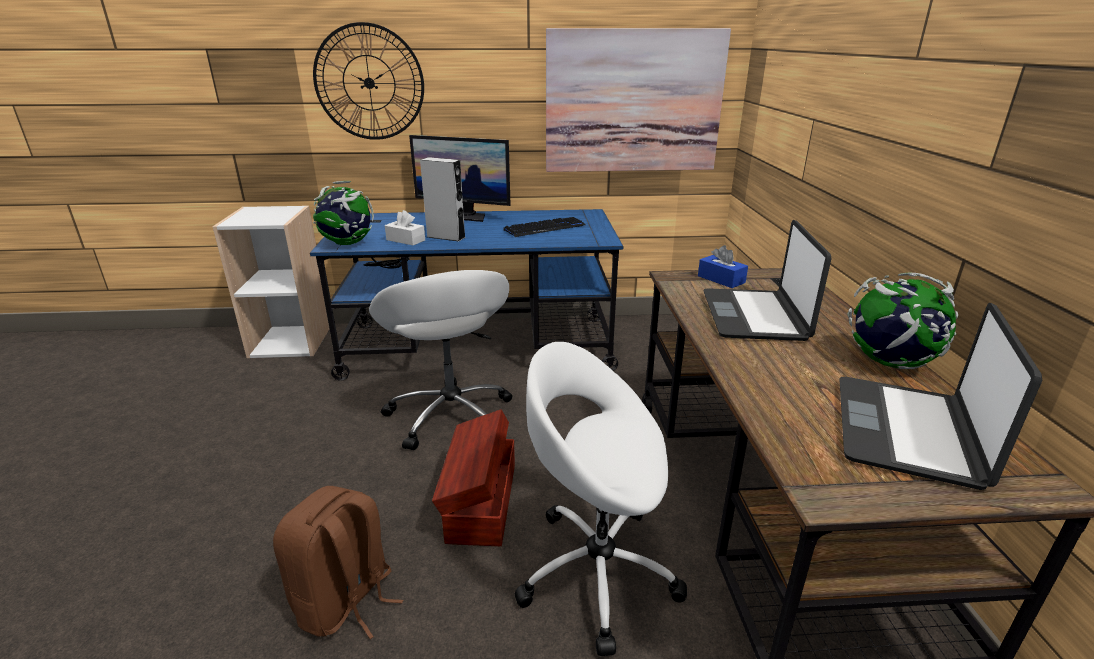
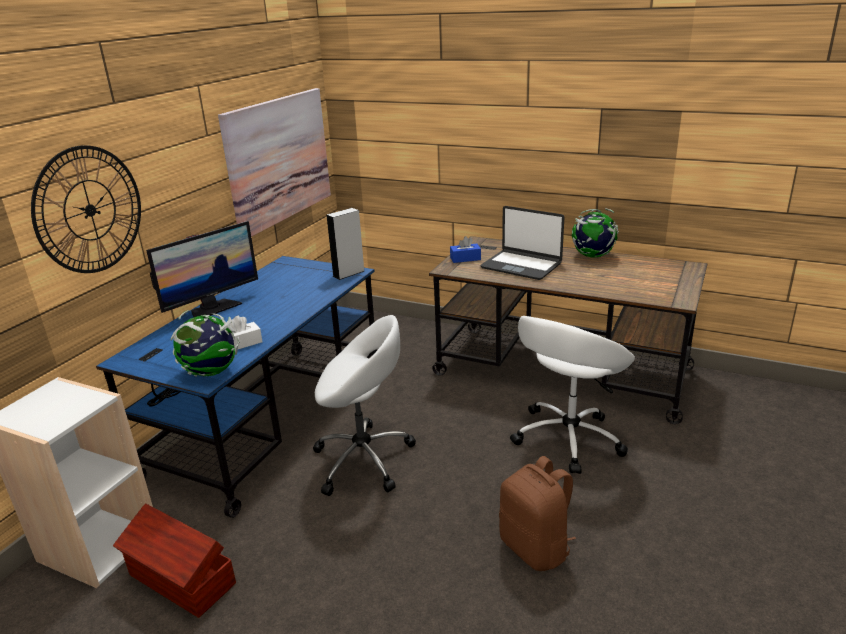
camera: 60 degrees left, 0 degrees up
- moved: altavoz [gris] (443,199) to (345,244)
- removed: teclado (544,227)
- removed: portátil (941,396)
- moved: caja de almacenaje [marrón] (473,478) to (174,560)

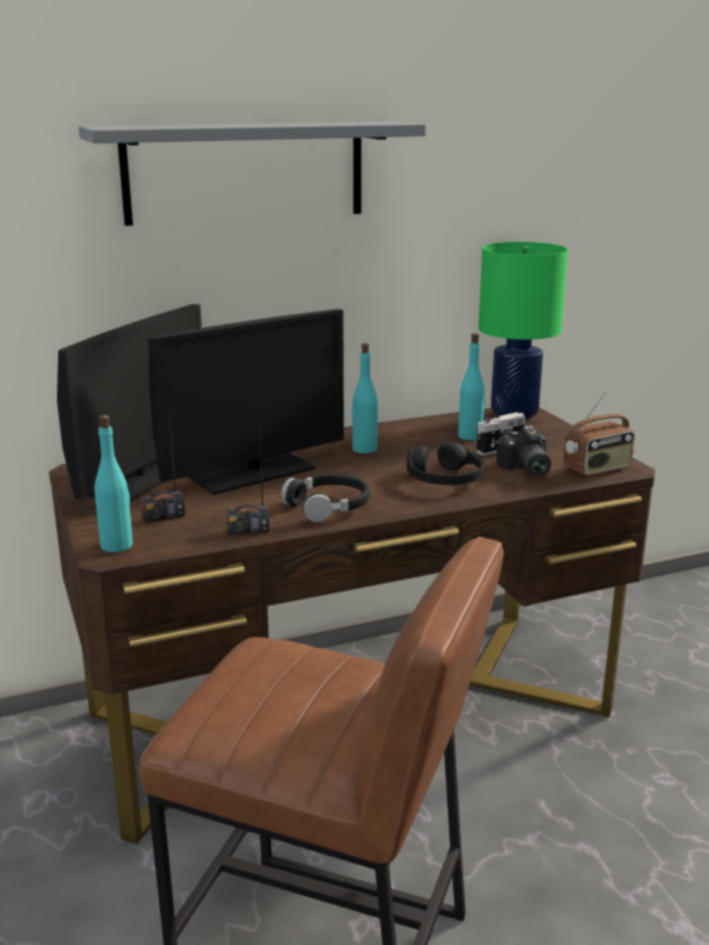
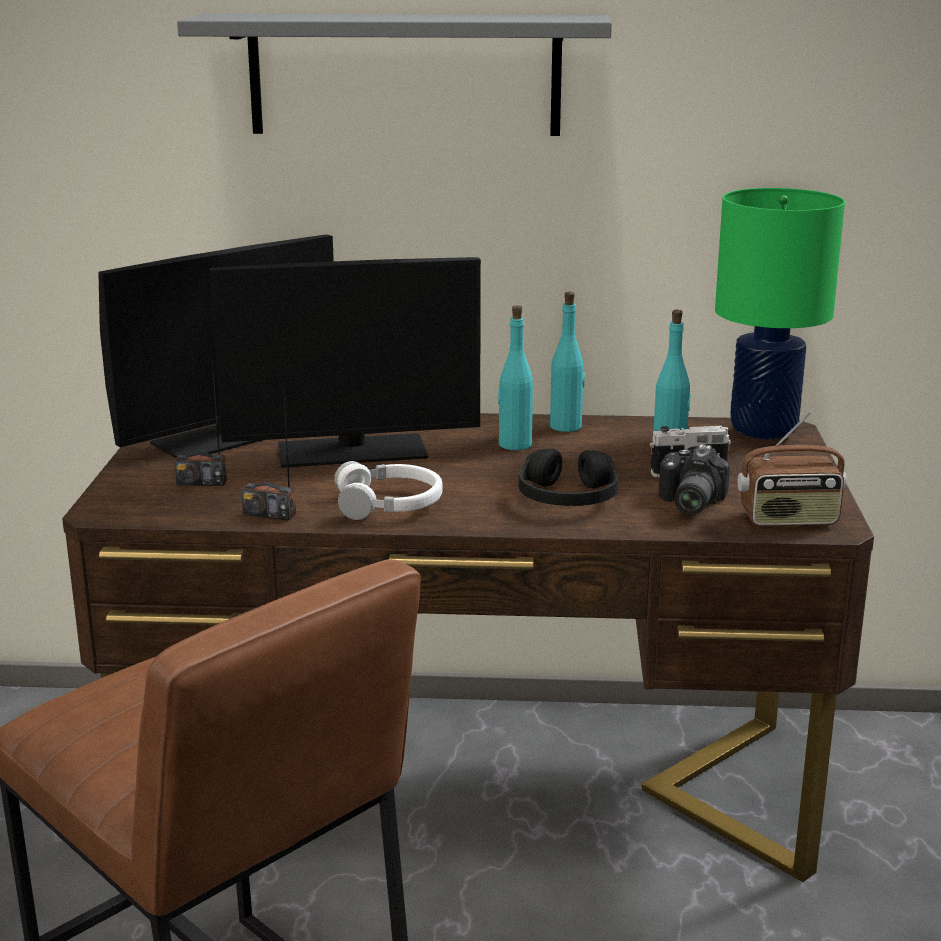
camera: 25 degrees right, 0 degrees up
- moved: botella [turquesa] (113,483) to (567,362)
- recoloured: auriculares [negro] (325,498) to auriculares [blanco] (388,490)

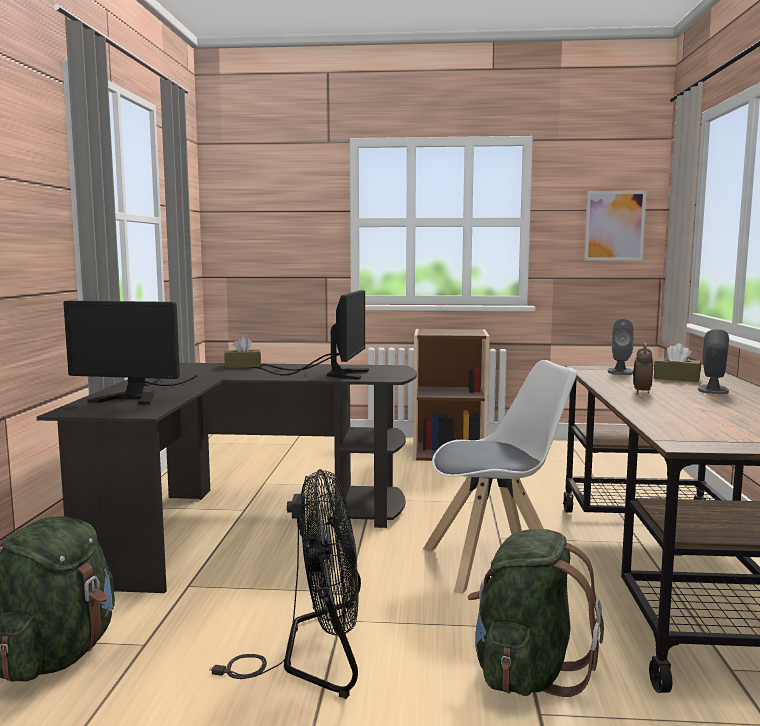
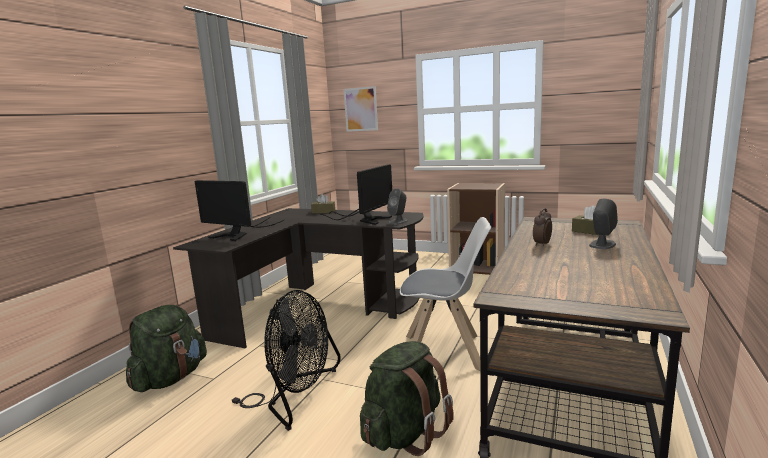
camera: 20 degrees right, 5 degrees up
- moved: cuadro (615,226) to (360,109)
- moved: altavoz [gris] (621,347) to (397,206)

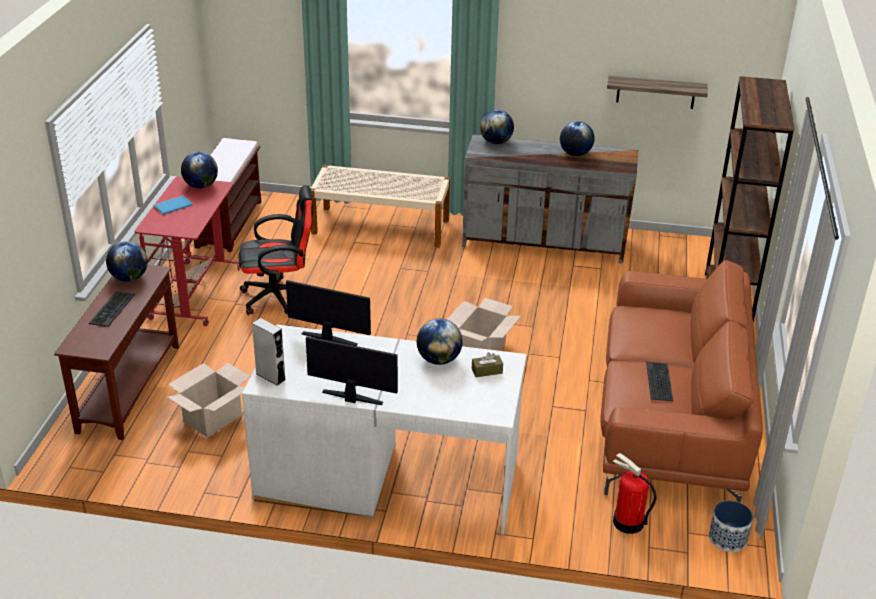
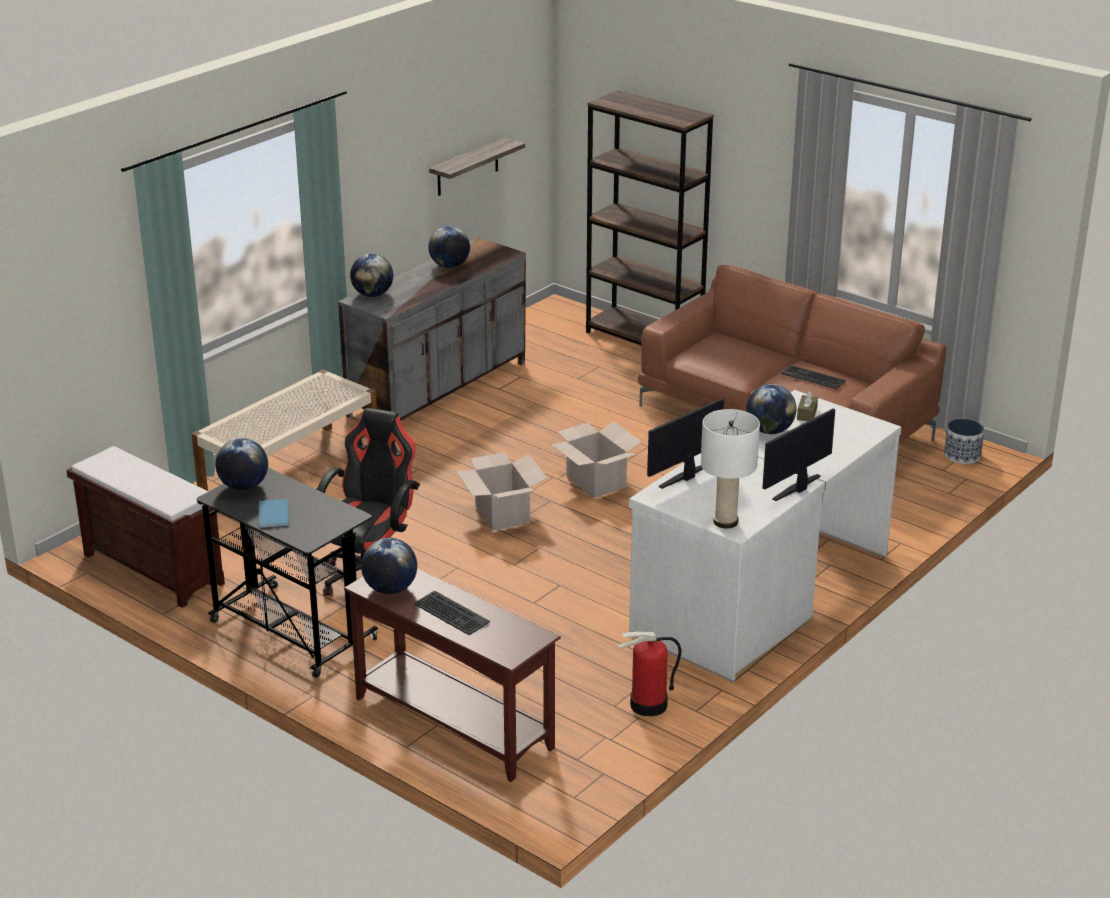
camera: 60 degrees left, 5 degrees down
- recoloured: escritorio [rojo] (187,251) to escritorio [negro] (287,573)
- replaced: altavoz [gris] (268,352) to lámpara de mesa [blanco] (730,469)
- moved: caja de cartón (208,400) to (501,491)
- moved: extintor (634,493) to (649,674)

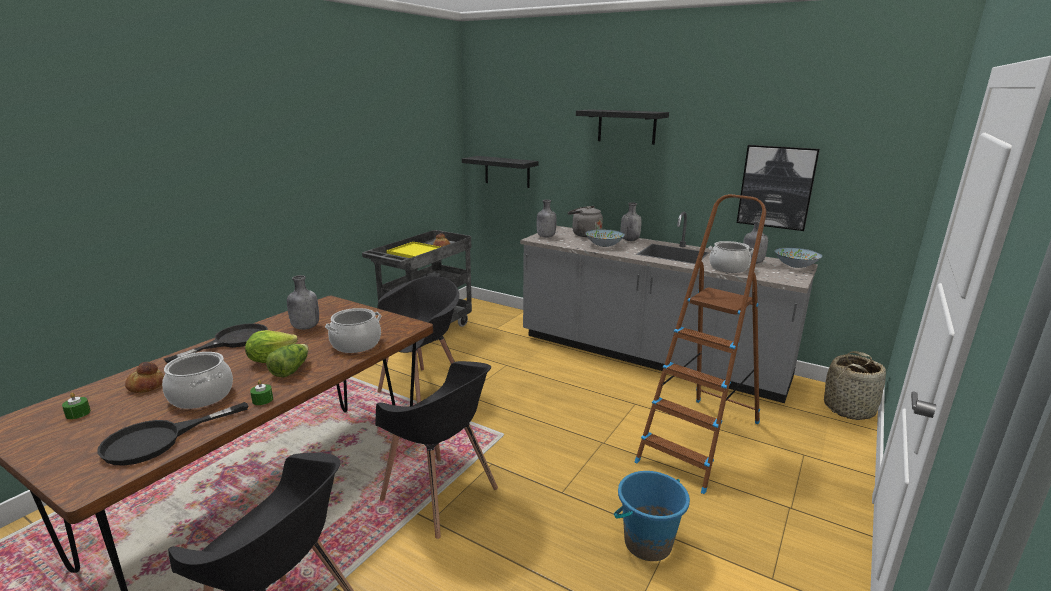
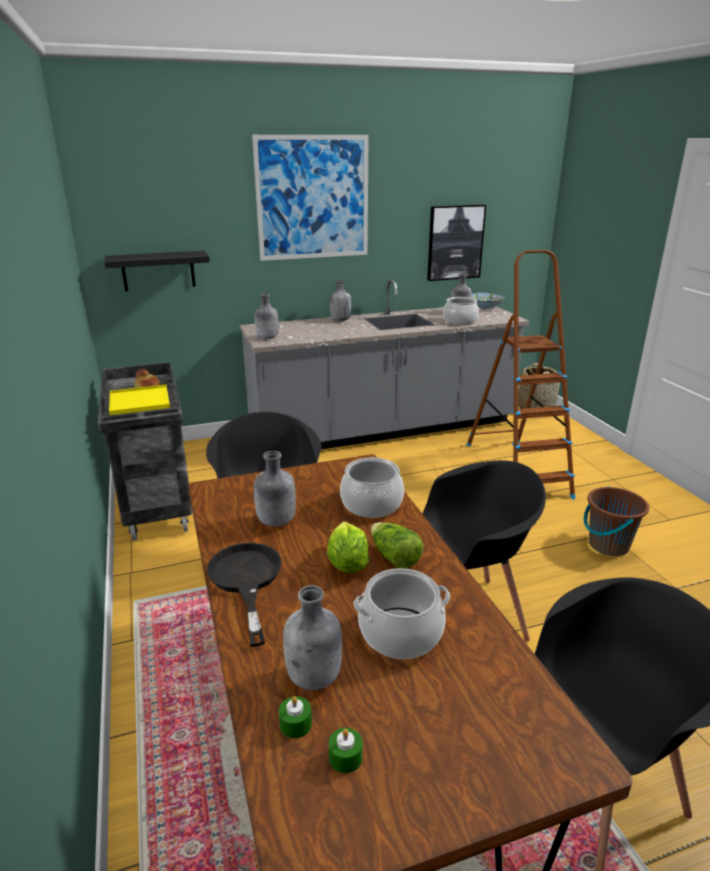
camera: 50 degrees left, 5 degrees up
- replaced: estante [negro] (622,127) to cuadro (310,198)
- removed: hervidor [gris] (585,221)
- removed: cuenco (605,238)
- replaced: pan (144,377) to botella [gris] (312,637)
- moved: vela [verde] (261,392) to (295,717)
- removed: sartén [negro] (172,433)
- recoloured: cubo [azul] (652,516) to cubo [marrón] (616,521)

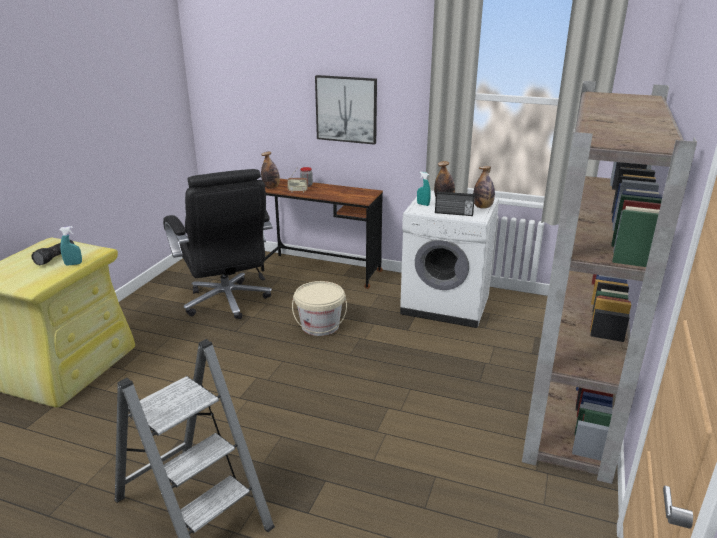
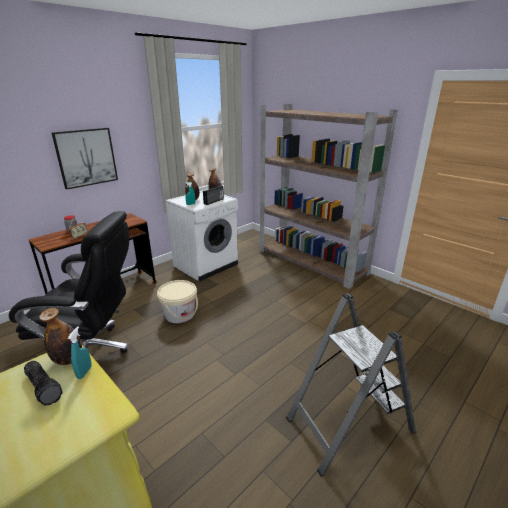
camera: 65 degrees left, 0 degrees up
- moved: botella (270,170) to (60,336)

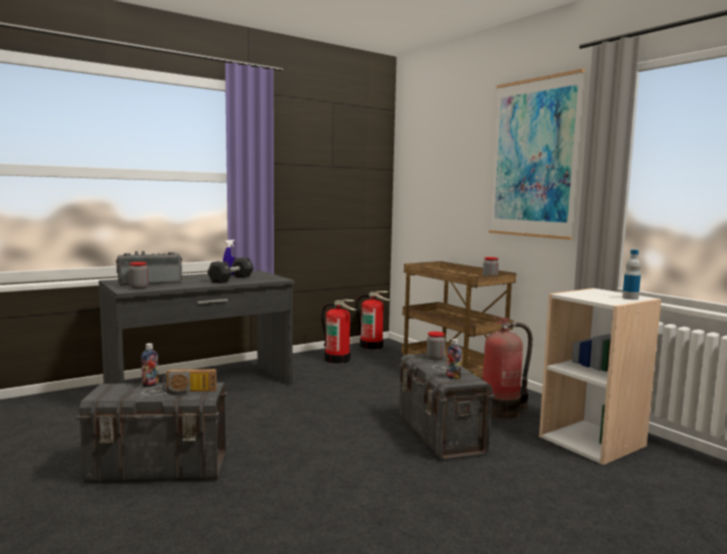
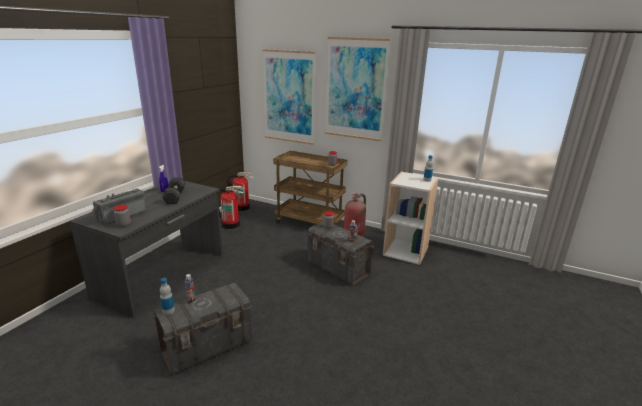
camera: 30 degrees left, 15 degrees up
- removed: radio (189,382)
- added: cuadro (289,97)
- added: botella (167,296)

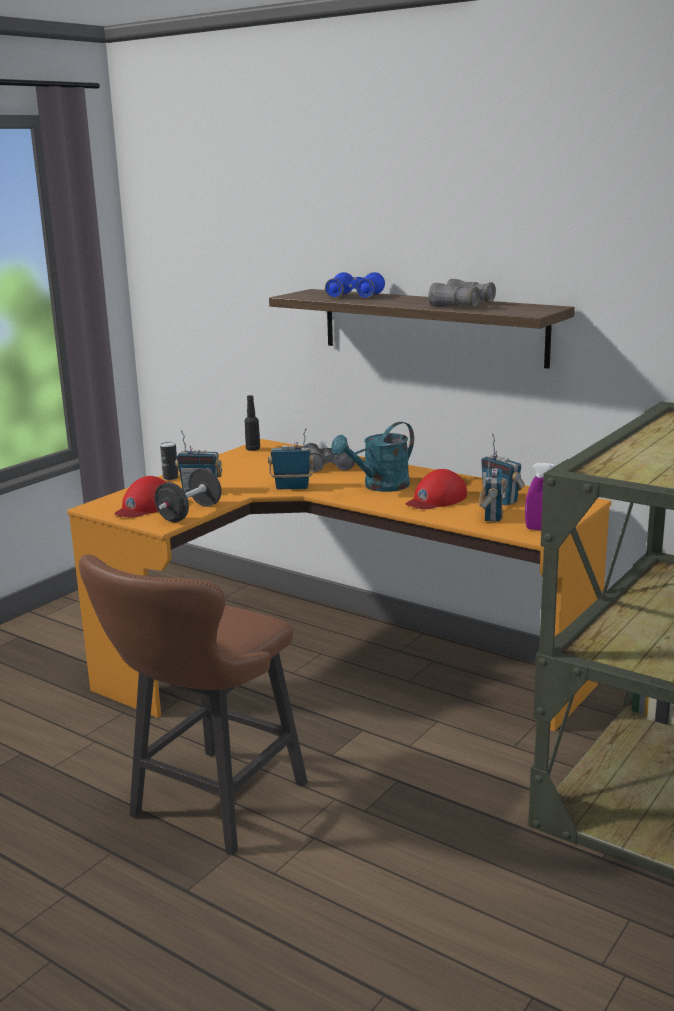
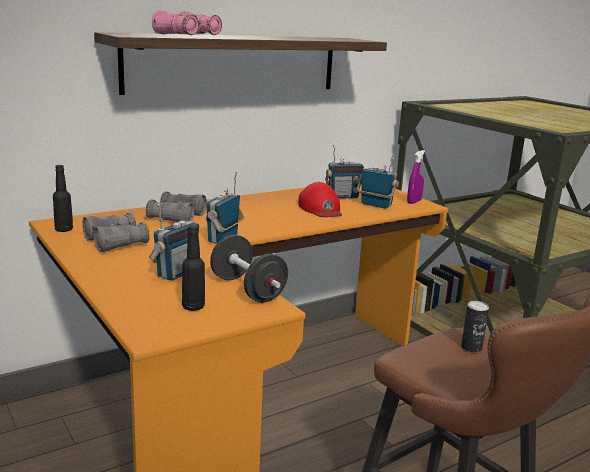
camera: 70 degrees left, 0 degrees up
- recoloured: prismáticos [azul] (355,285) to prismáticos [rosa] (187,22)
- moved: prismáticos [gris] (462,293) to (116,232)
- removed: regadera [turquesa] (372,457)
- moved: lata (169,461) to (475,327)
- replaced: gorra [rojo] (140,497) to botella [negro] (193,268)

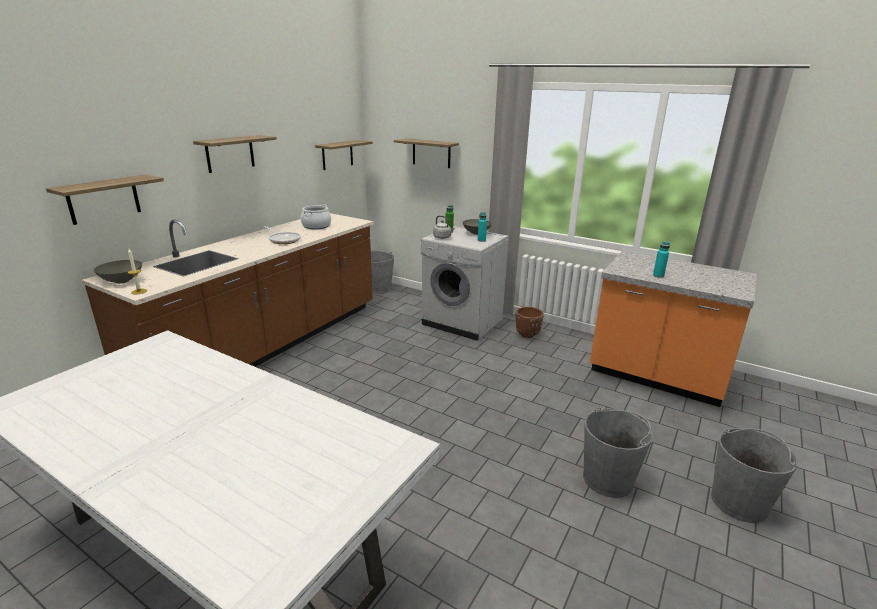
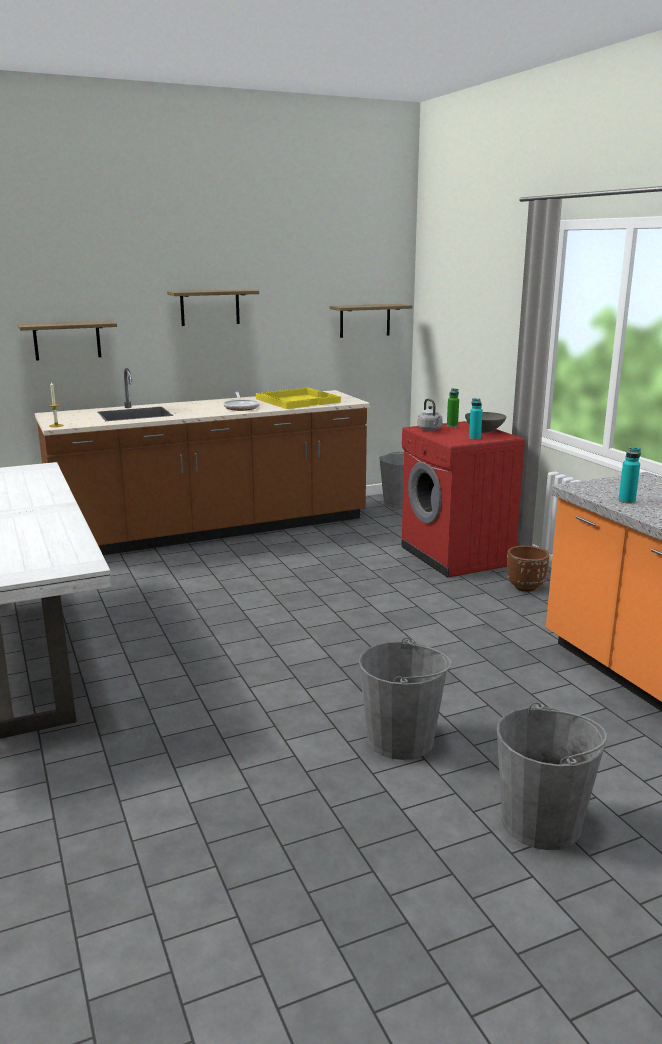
camera: 35 degrees right, 5 degrees down
- removed: estante (426,153)
- replaced: olla (316,216) to bandeja [amarillo] (298,398)
- recoloured: lavadora [blanco] (465,283) to lavadora [rojo] (463,499)
- removed: cuenco [gris] (118,272)

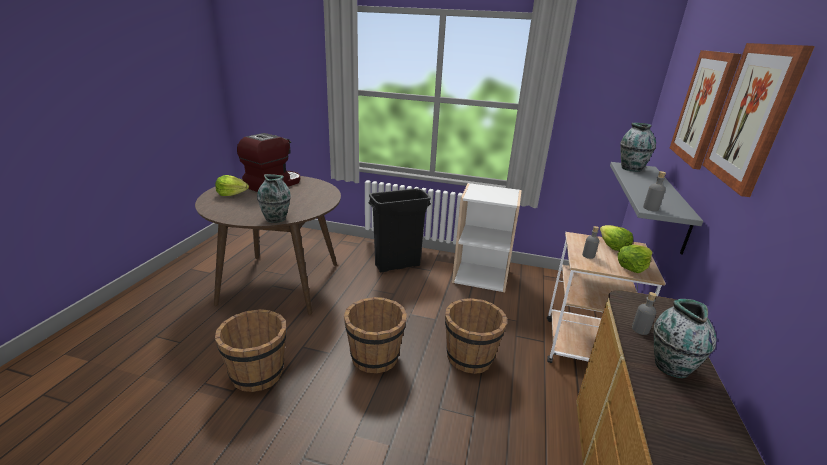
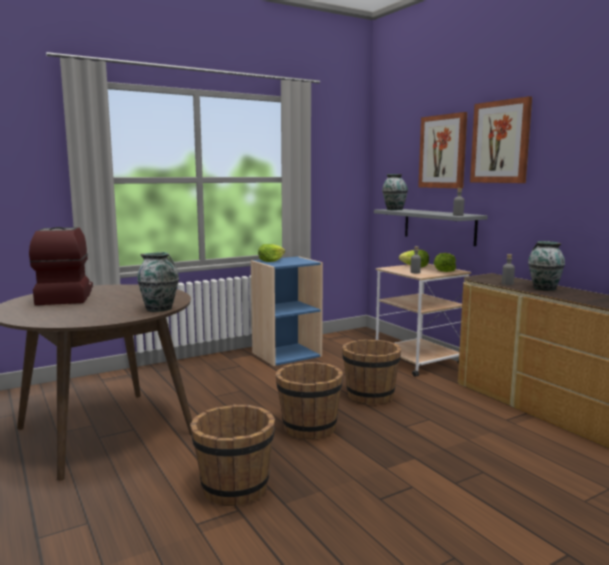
camera: 45 degrees left, 15 degrees down
- moved: lechuga (232,185) to (271,253)
- recoloured: estantería [blanco] (487,237) to estantería [azul] (287,311)
- removed: papelera [negro] (399,230)

